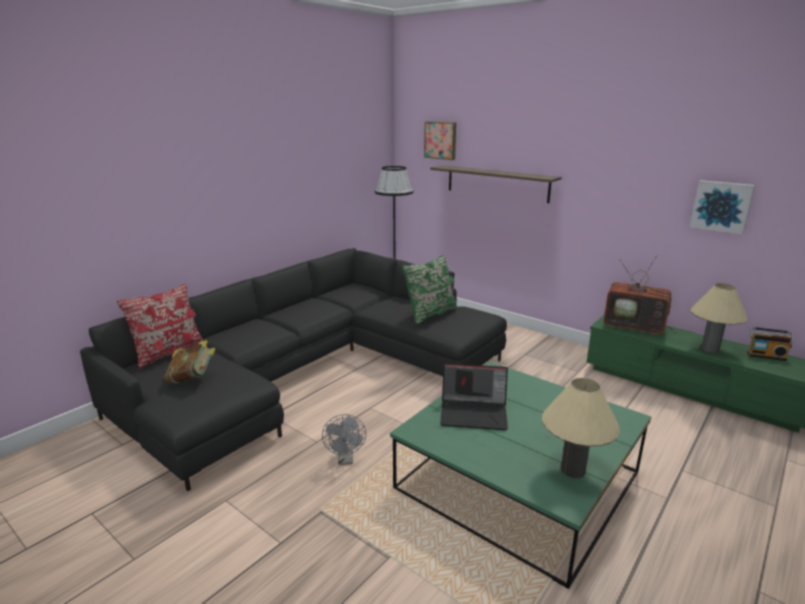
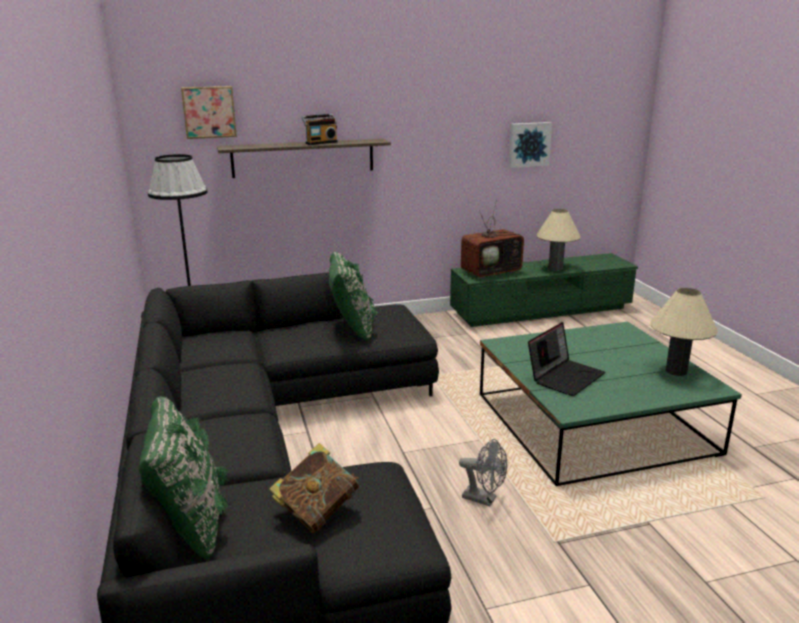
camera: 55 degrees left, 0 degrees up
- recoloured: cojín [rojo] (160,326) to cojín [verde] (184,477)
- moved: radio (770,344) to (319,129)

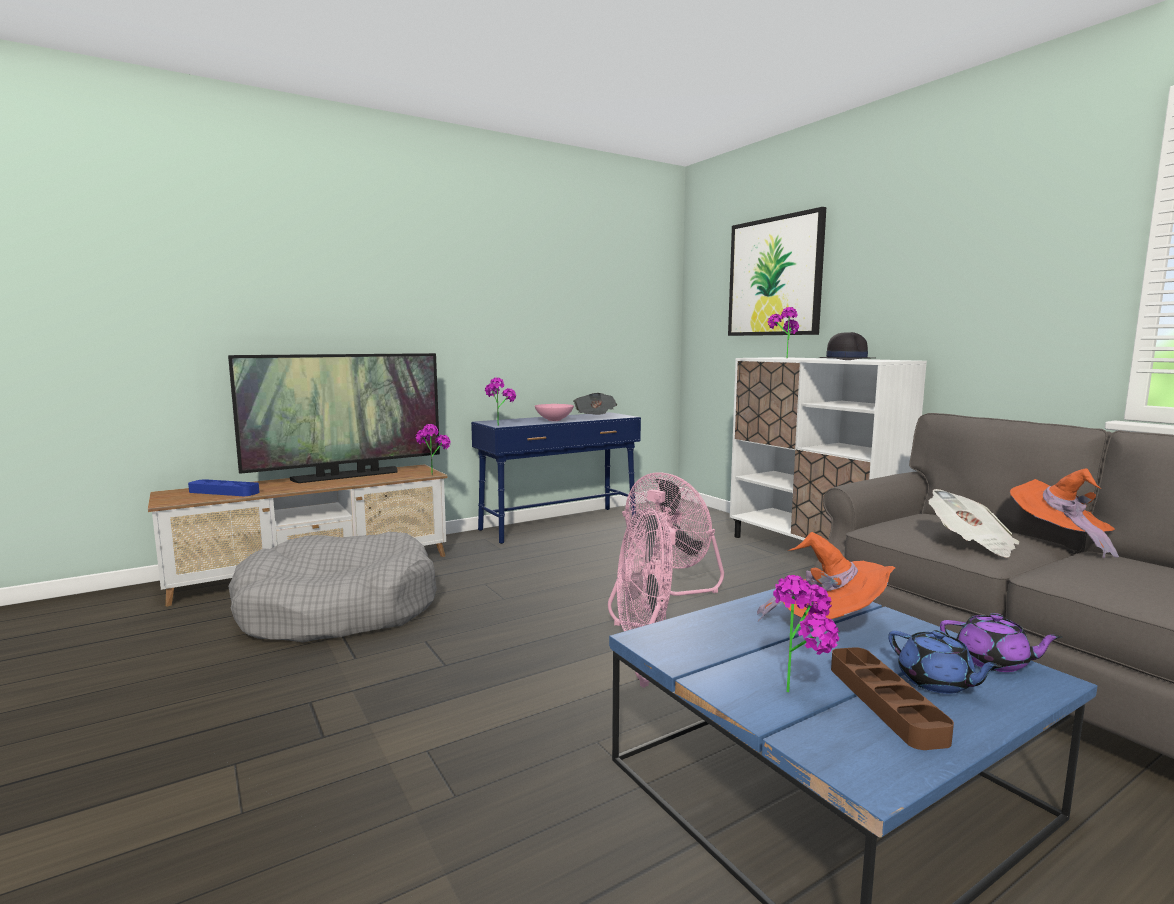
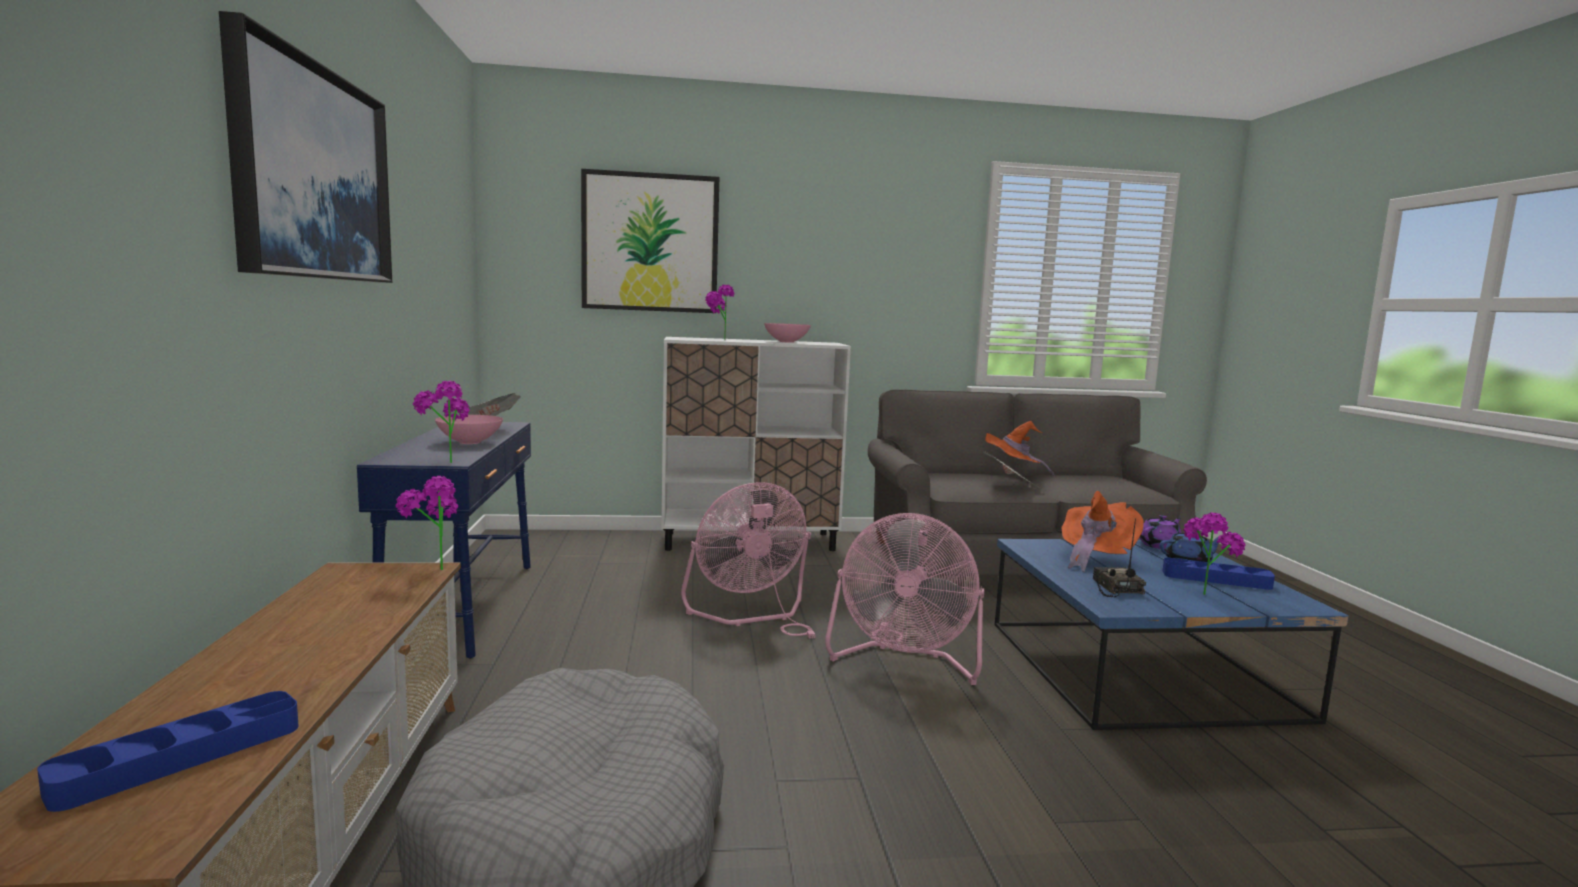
camera: 65 degrees left, 0 degrees up
- replaced: sombrero [negro] (846,346) to cuenco [rosa] (787,333)
- removed: televisor (334,418)
- recoloured: bandeja [marrón] (892,698) to bandeja [azul] (1218,574)
- added: cuadro (305,147)
- added: radio (1119,557)

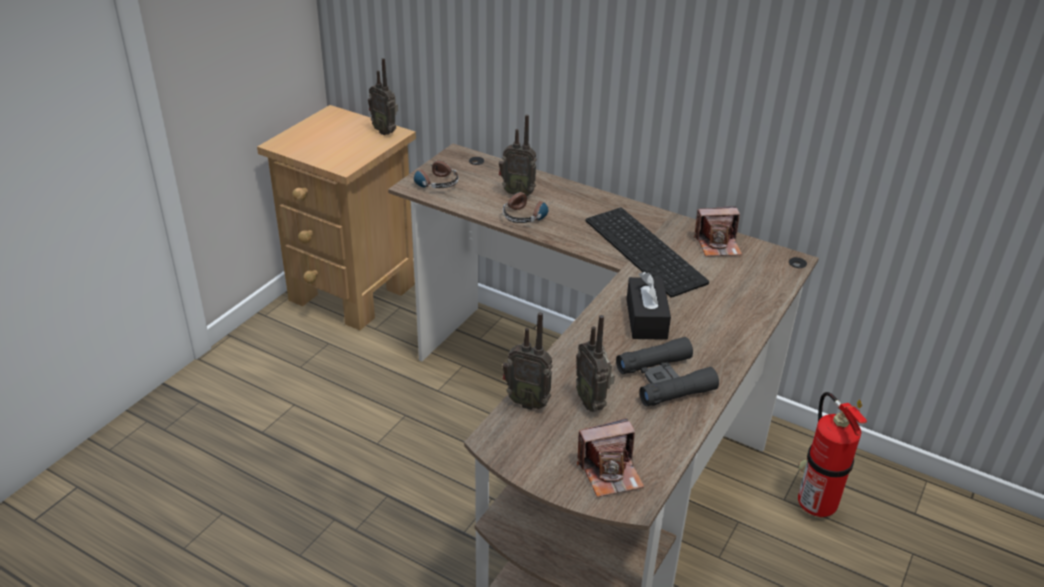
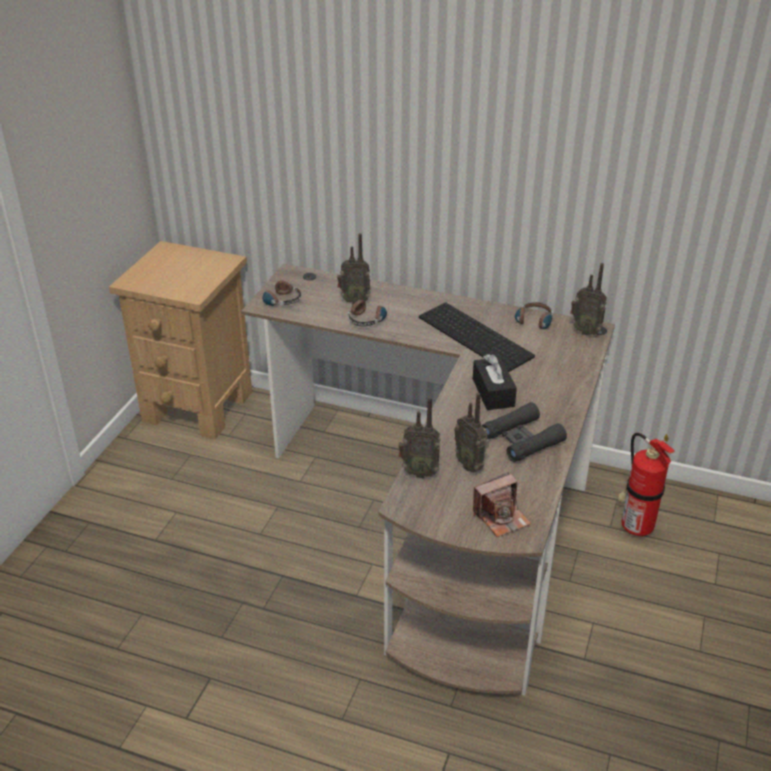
camera: 10 degrees left, 0 degrees up
- moved: radio (383,96) to (588,299)
- replaced: cámara (718,231) to auriculares (533,315)

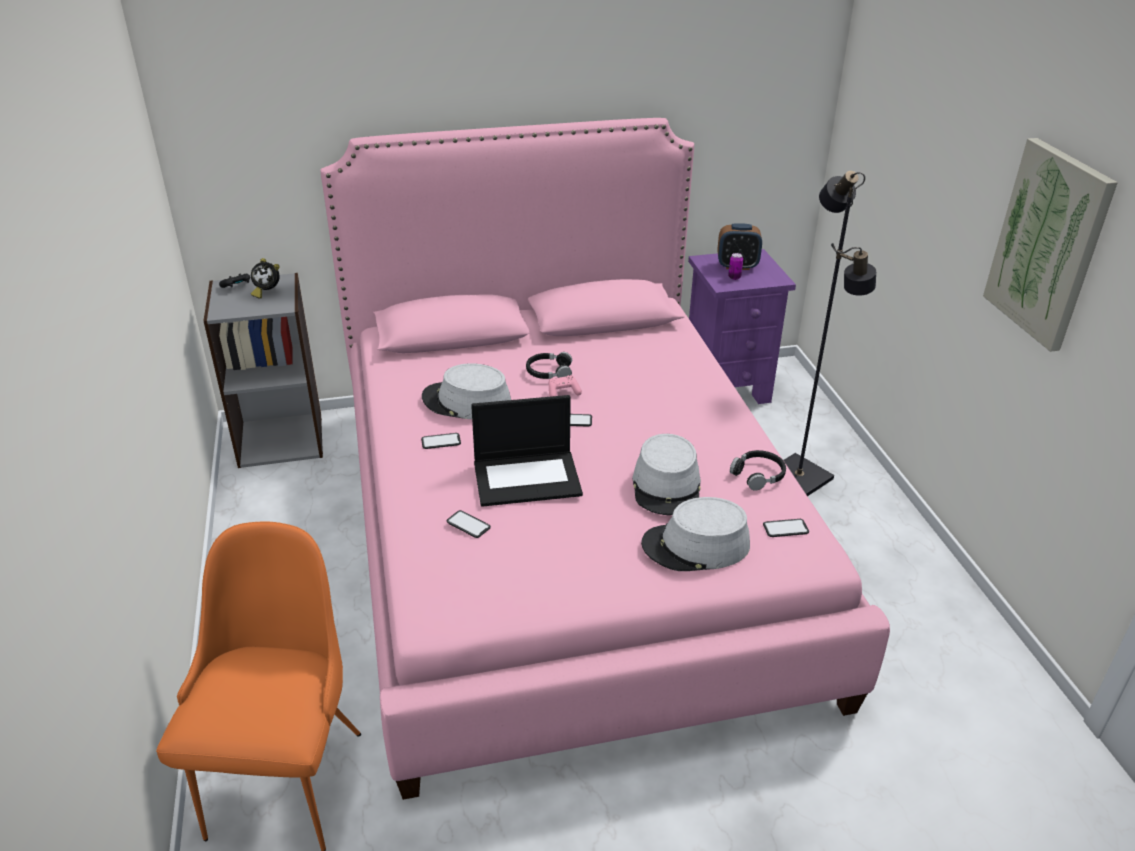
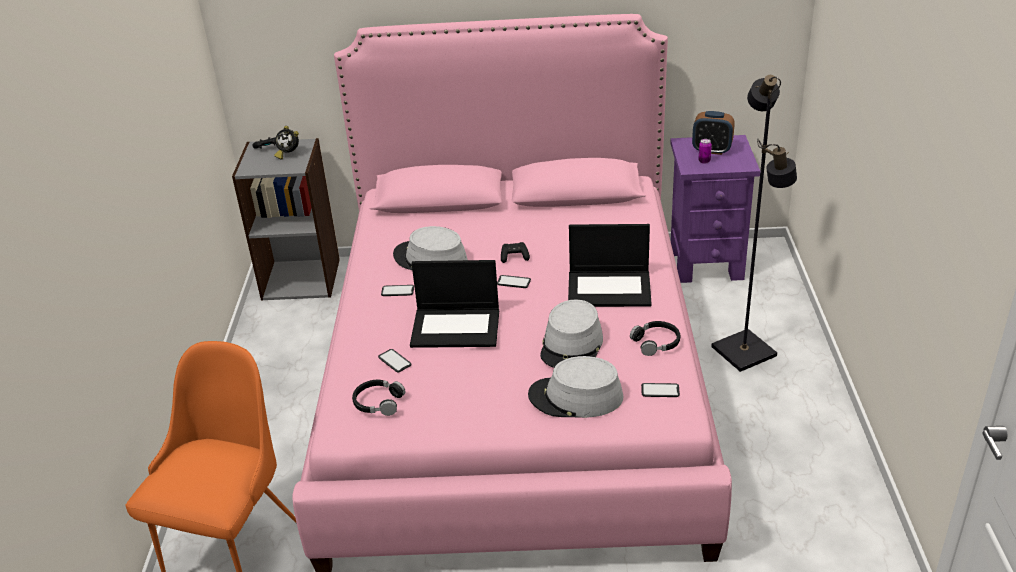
camera: 15 degrees right, 0 degrees up
- removed: cuadro (1050,245)
- moved: auriculares [negro] (549,365) to (378,398)
- recoloured: mando de consola [rosa] (565,386) to mando de consola [negro] (515,252)
- added: portátil (610,265)

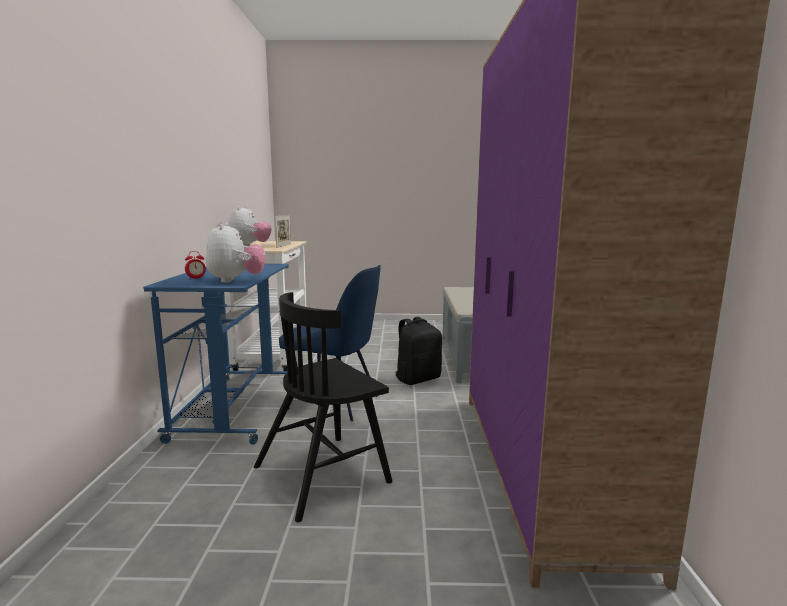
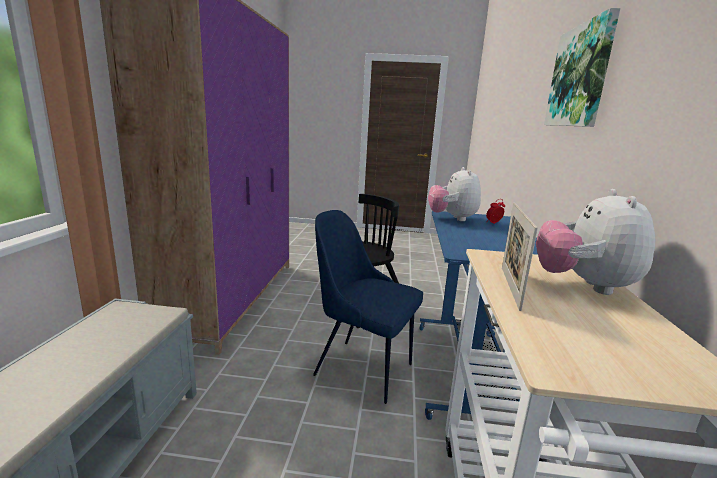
camera: 175 degrees left, 5 degrees up
- removed: mochila [negro] (418,351)
- added: cuadro (582,67)

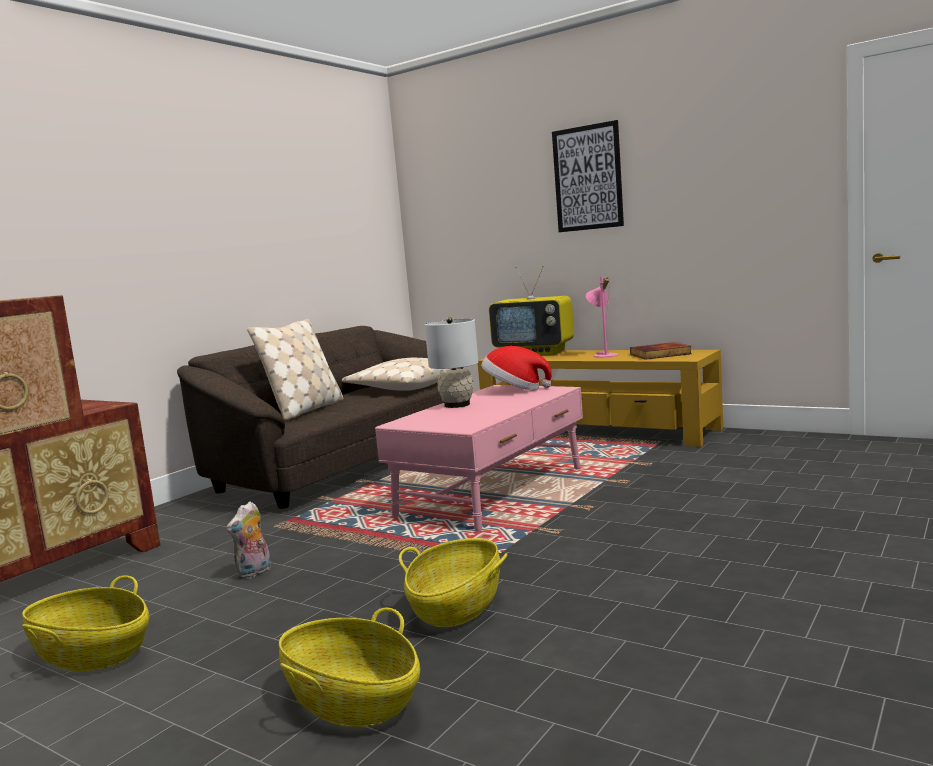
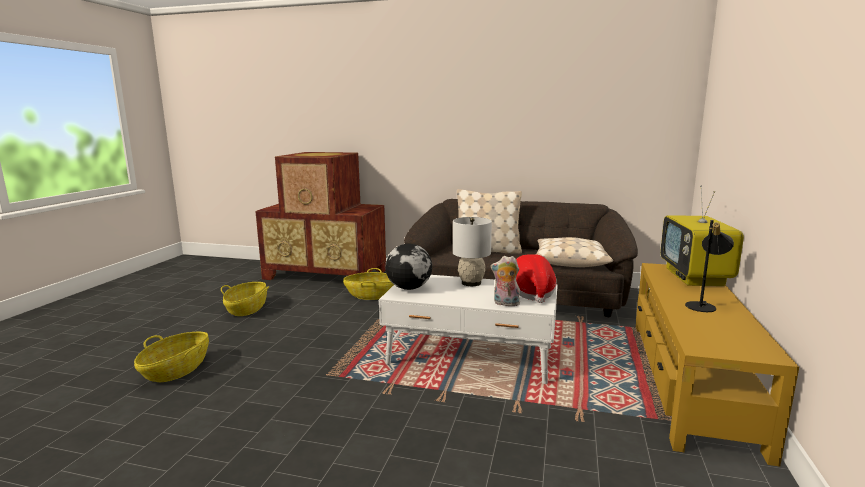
camera: 70 degrees right, 5 degrees up
- removed: cuadro (588,176)
- recoloured: lámpara de mesa [rosa] (602,317) to lámpara de mesa [negro] (709,266)
- removed: libro (661,351)
- recoloured: mesa de centro [rosa] (479,458) to mesa de centro [blanco] (468,329)
- moved: peluche (249,540) to (505,281)
- moved: cesta (453,582) to (368,284)
- added: globo terráqueo (408,267)

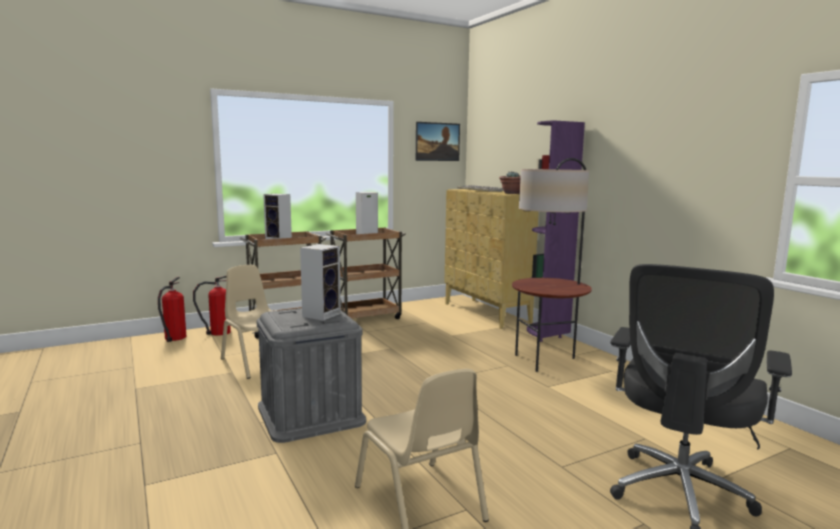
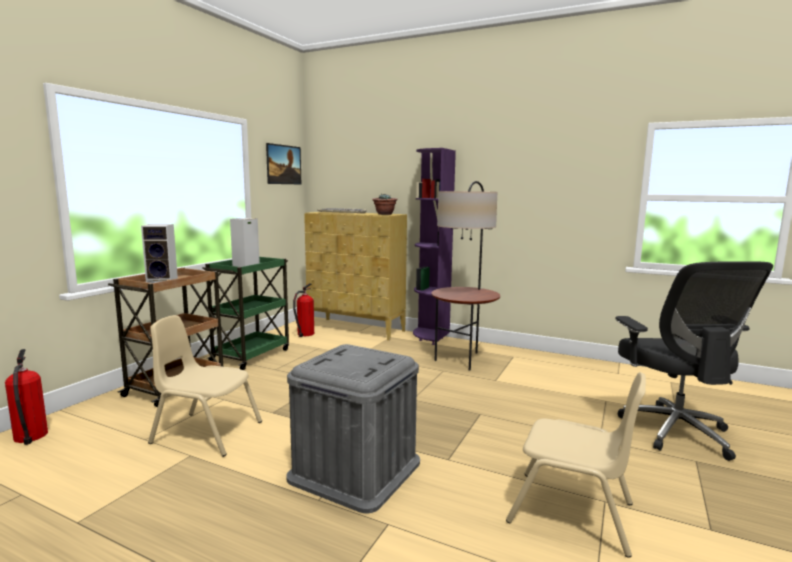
camera: 35 degrees left, 0 degrees up
- recoloured: carrito [marrón] (366,273) to carrito [verde] (245,313)
- removed: altavoz (320,282)
- moved: extintor (212,305) to (303,310)

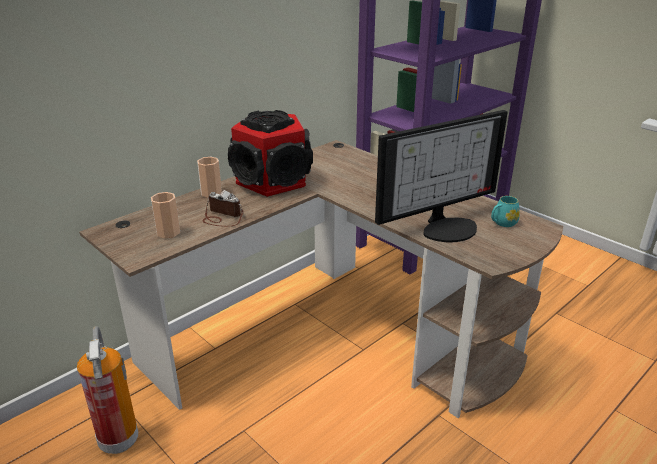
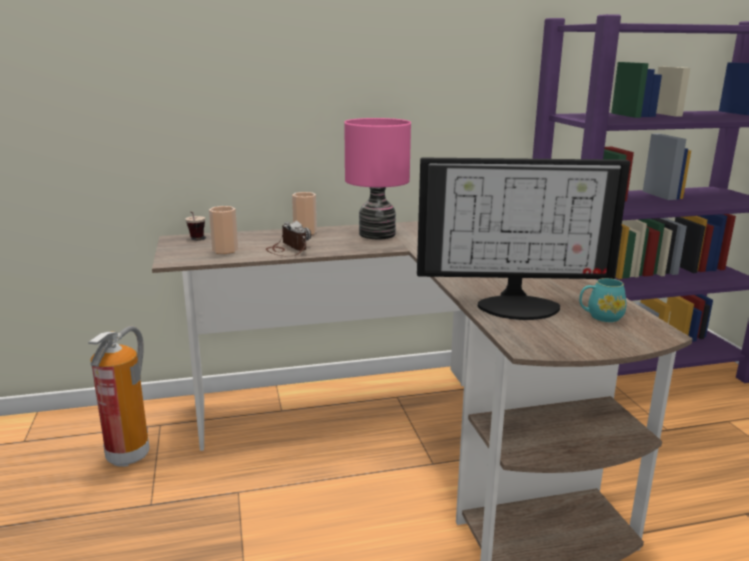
camera: 30 degrees right, 10 degrees down
- replaced: altavoz (270,153) to lámpara de mesa [rosa] (377,179)
- added: taza (195,224)

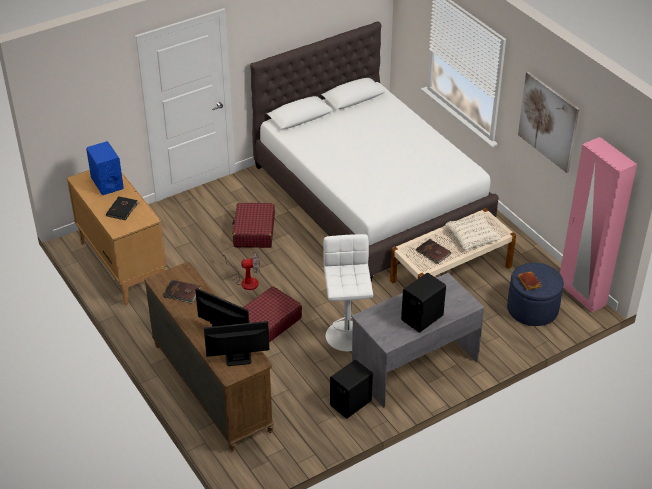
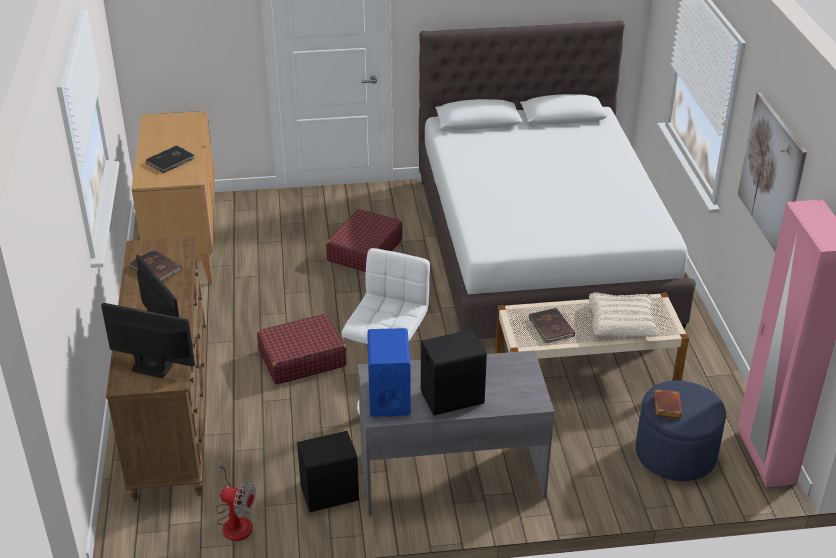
camera: 25 degrees right, 5 degrees down
- moved: altavoz [azul] (105,168) to (389,372)
- moved: ventilador (241,271) to (236,500)

